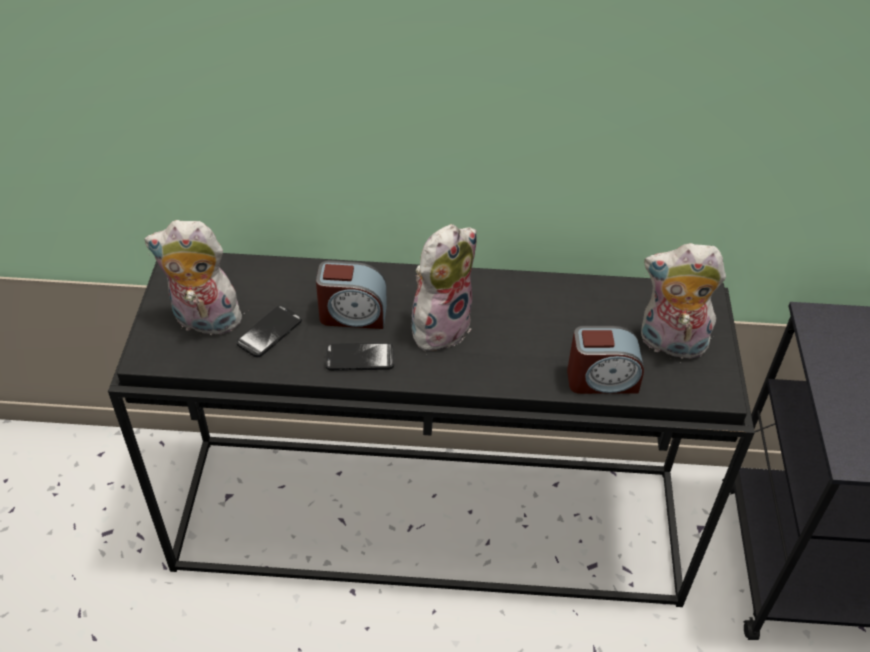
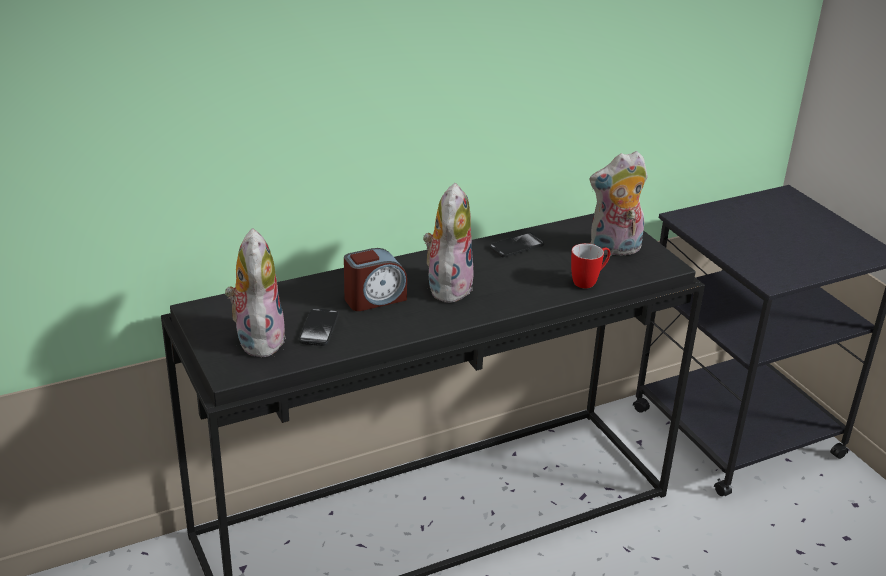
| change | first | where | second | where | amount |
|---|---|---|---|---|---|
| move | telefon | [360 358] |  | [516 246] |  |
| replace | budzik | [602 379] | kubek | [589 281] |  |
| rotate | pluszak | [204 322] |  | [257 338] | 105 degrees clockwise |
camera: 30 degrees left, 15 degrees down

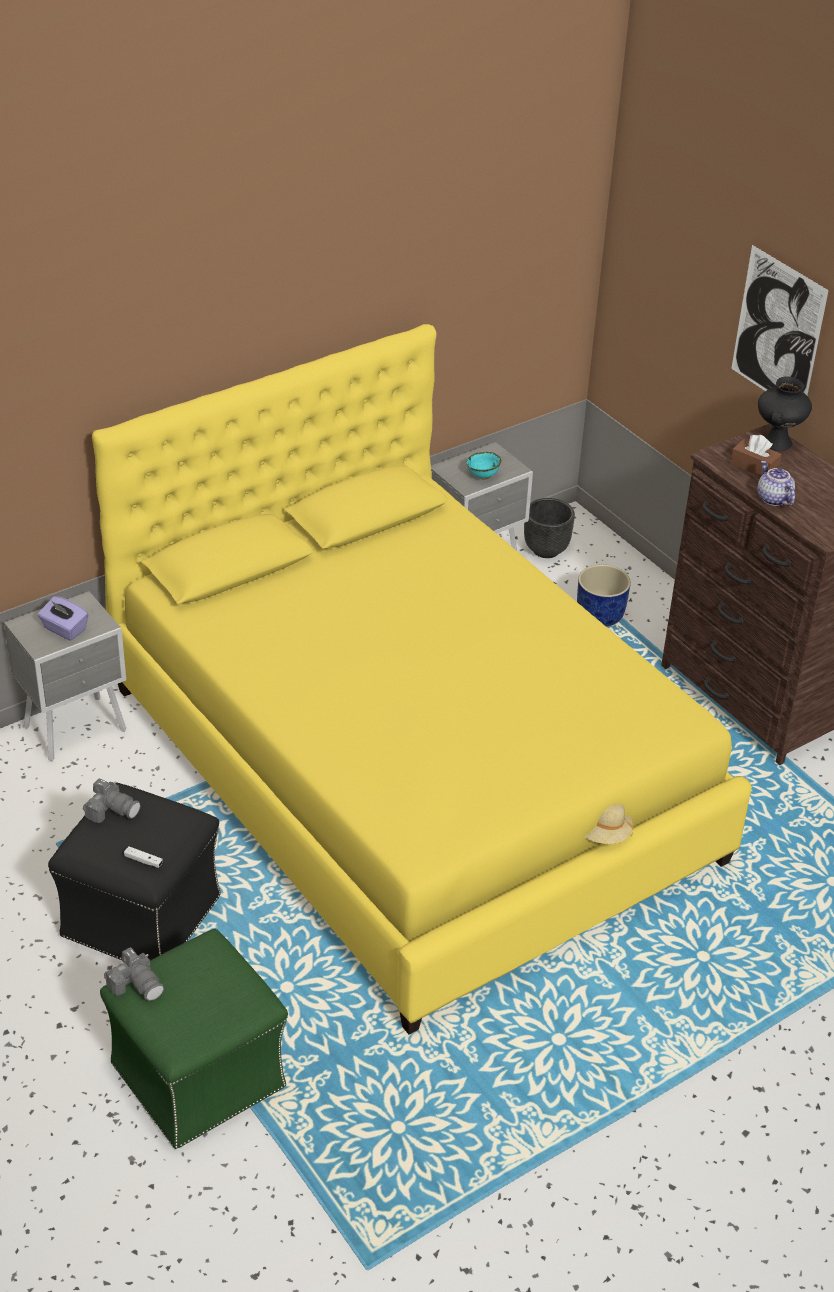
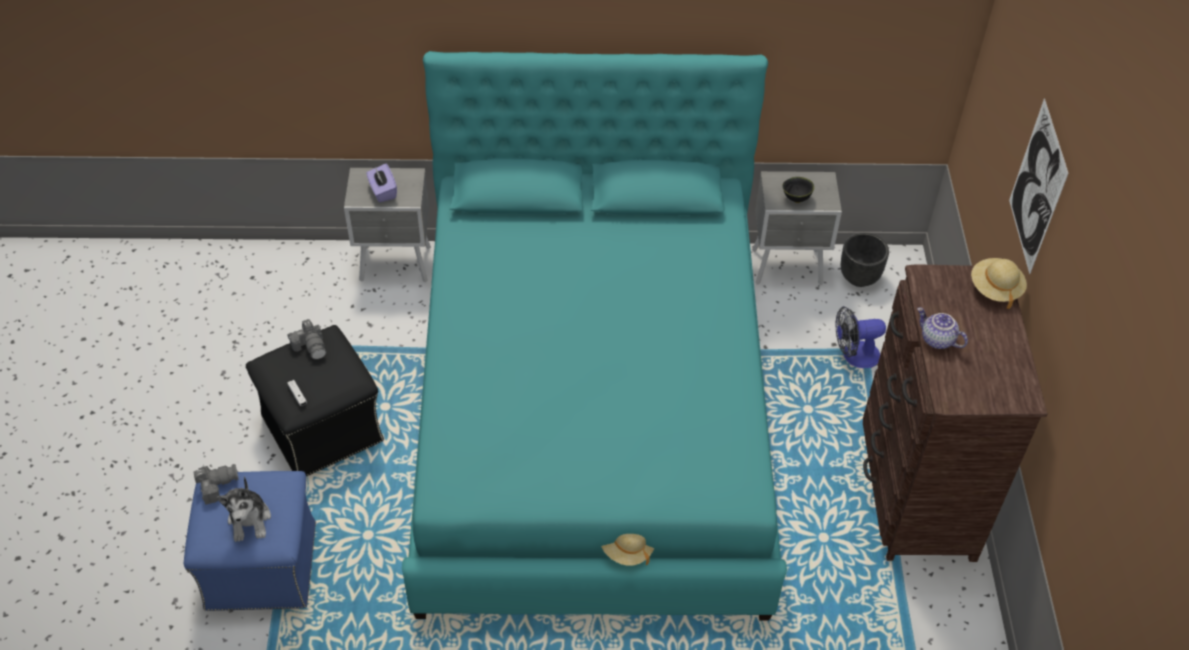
| change | first | where | second | where | amount |
|---|---|---|---|---|---|
| delete | pudełko chusteczek/brązowy | [754 466] |  |  |  |
| insert |  |  | pluszak | [250 520] |  |
| replace | donica/niebieski | [600 615] | wentylator | [854 356] |  |
| replace | wazon/czarny | [777 443] | kapelusz/beżowy | [995 288] |  |
| recolor | łóżko/żółty | [410 772] | łóżko/turkusowy | [592 414] |  |
| recolor | pufa/zielony | [200 1074] | pufa/niebieski | [263 566] |  |
| recolor | miska/turkusowy | [483 477] | miska/czarny | [796 199] |  |
| rotate | aparat fotograficzny | [137 984] |  | [216 485] | 105 degrees counterclockwise |
| rotate | imbryk | [772 499] |  | [936 340] | 60 degrees counterclockwise |
camera: 35 degrees right, 10 degrees up

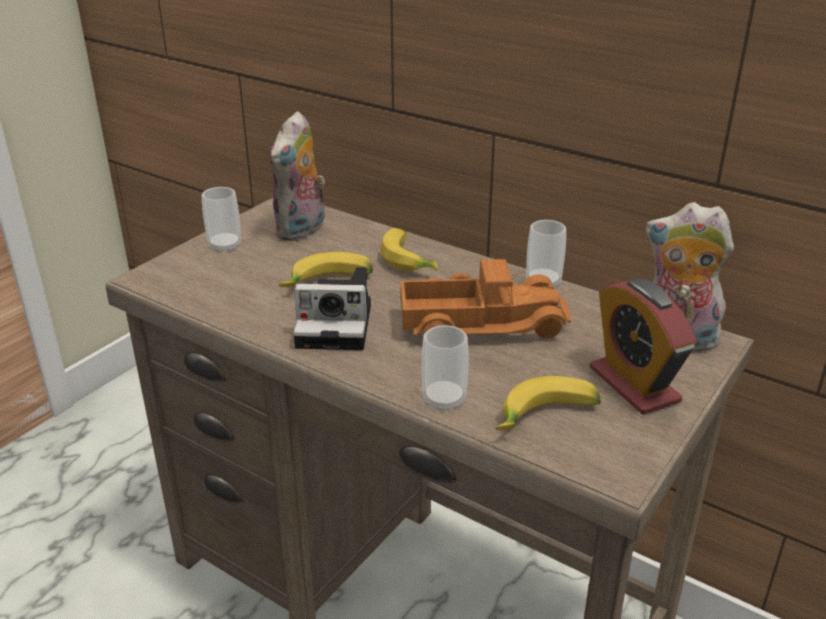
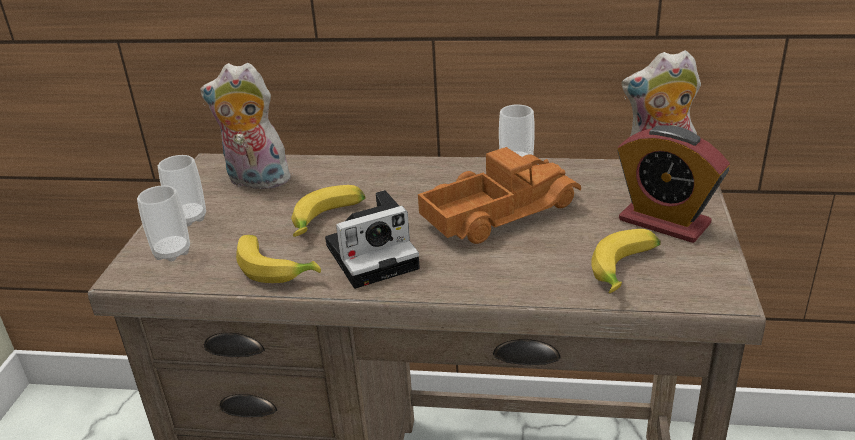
| change | first | where | second | where | amount |
|---|---|---|---|---|---|
| move | banan | [410 260] |  | [277 267] |  |
| move | filiżanka | [444 400] |  | [172 252] |  |
| rotate | pluszak | [302 230] |  | [255 181] | 105 degrees clockwise |
camera: 25 degrees left, 0 degrees up

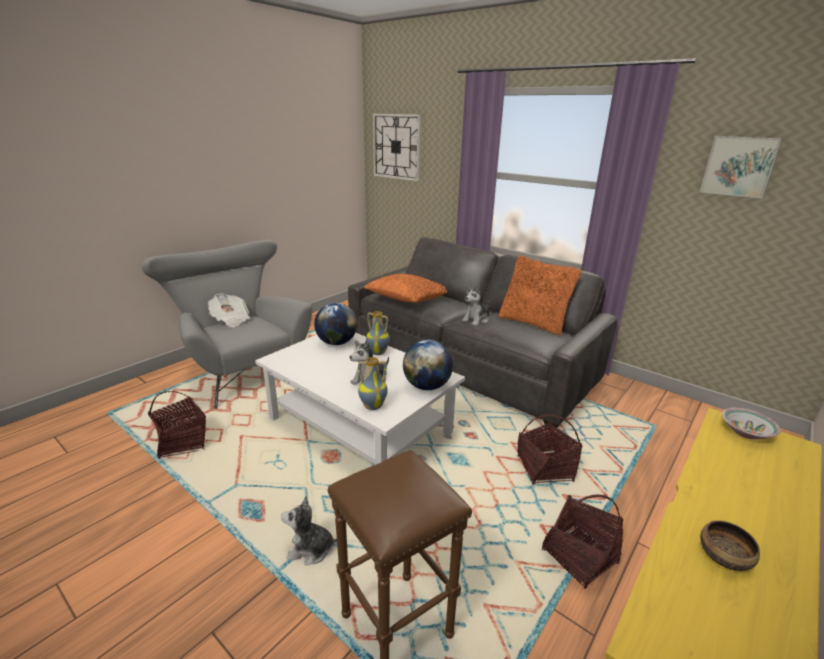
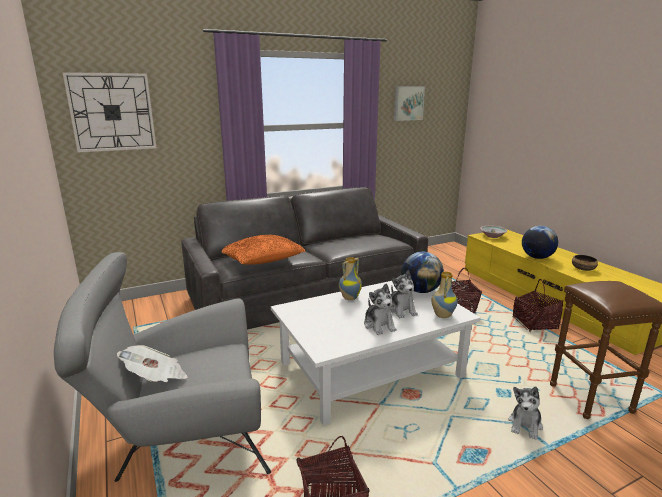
| change | first | where | second | where | amount |
|---|---|---|---|---|---|
| delete | poduszka/pomarańczowy | [534 322] |  |  |  |
| move | globus | [336 343] |  | [537 257] |  |
| move | pluszak | [476 320] |  | [379 325] |  |
camera: 65 degrees left, 5 degrees down

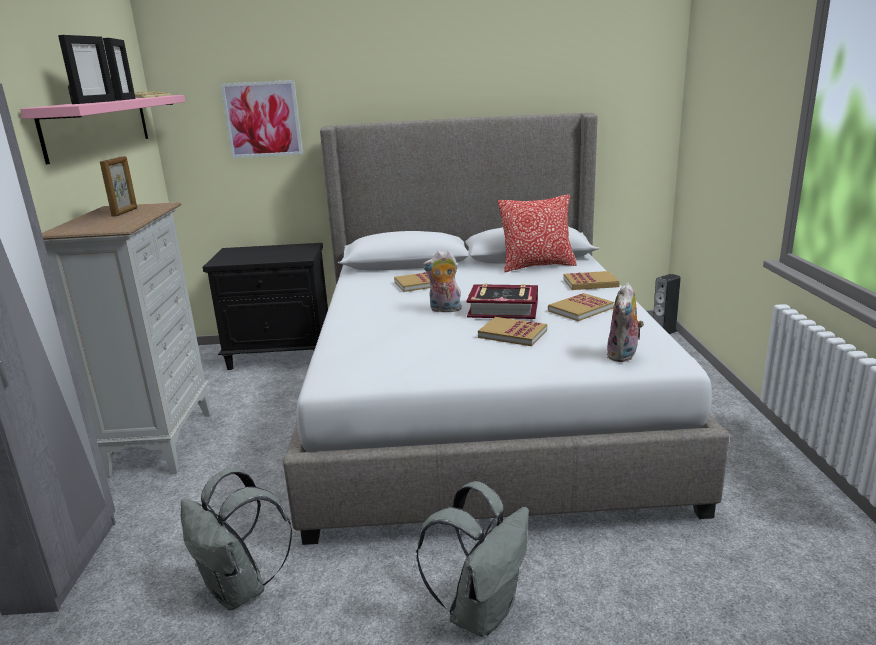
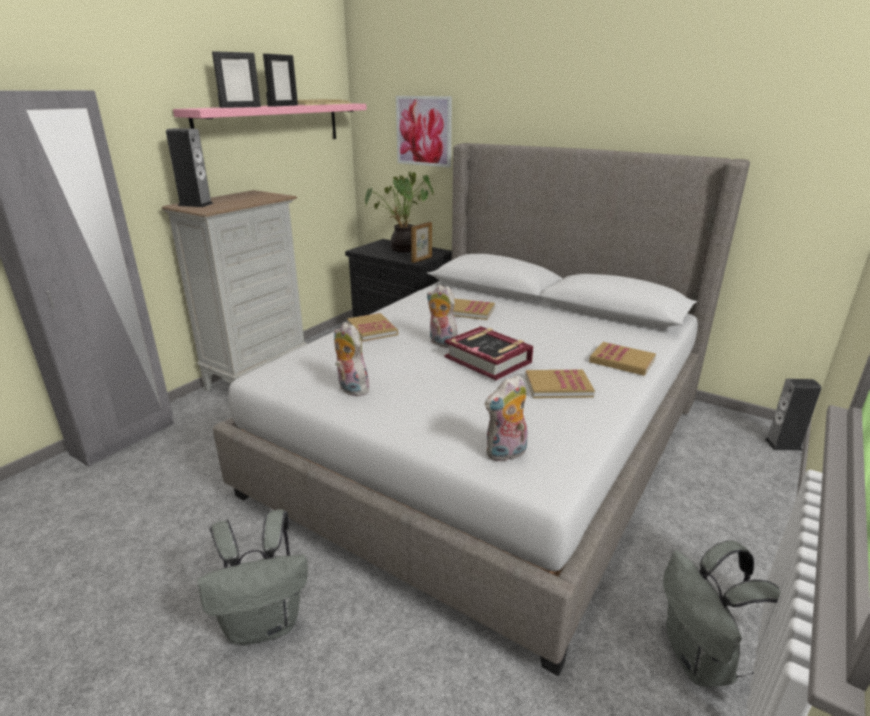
| change | first | where | second | where | amount |
|---|---|---|---|---|---|
| delete | poduszka | [537 266] |  |  |  |
| insert |  |  | głośnik | [195 204] |  |
| insert |  |  | pluszak | [350 389] |  |
| insert |  |  | roślina doniczkowa | [402 249] |  |
| move | ramka na zdjęcie | [125 212] |  | [422 260] |  |
| move | plecak/szary | [240 589] |  | [702 661] |  |
| move | książka | [512 334] |  | [372 329] |  |
camera: 35 degrees right, 5 degrees up

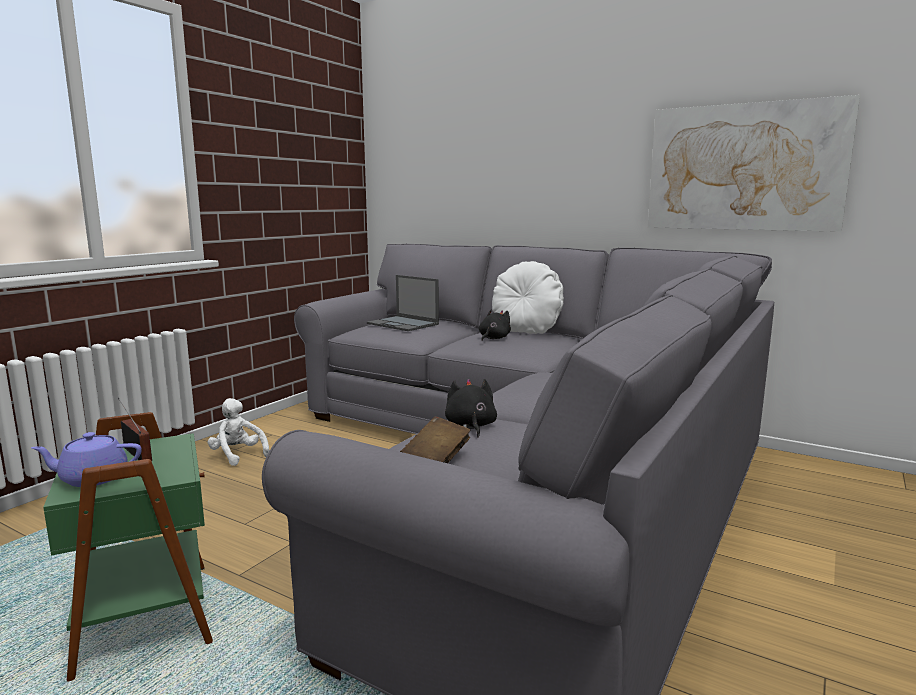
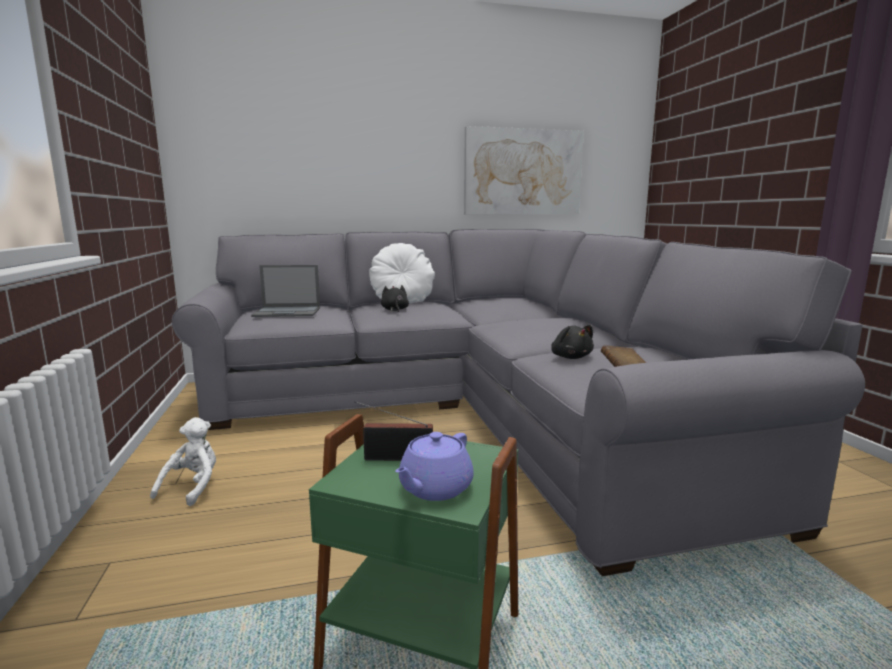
| change | first | where | second | where | amount |
|---|---|---|---|---|---|
| rotate | pluszak/biały | [238 455] |  | [193 487] | 105 degrees clockwise |
| rotate | pluszak/czarny | [470 427] |  | [570 357] | 150 degrees counterclockwise |
camera: 45 degrees left, 0 degrees up

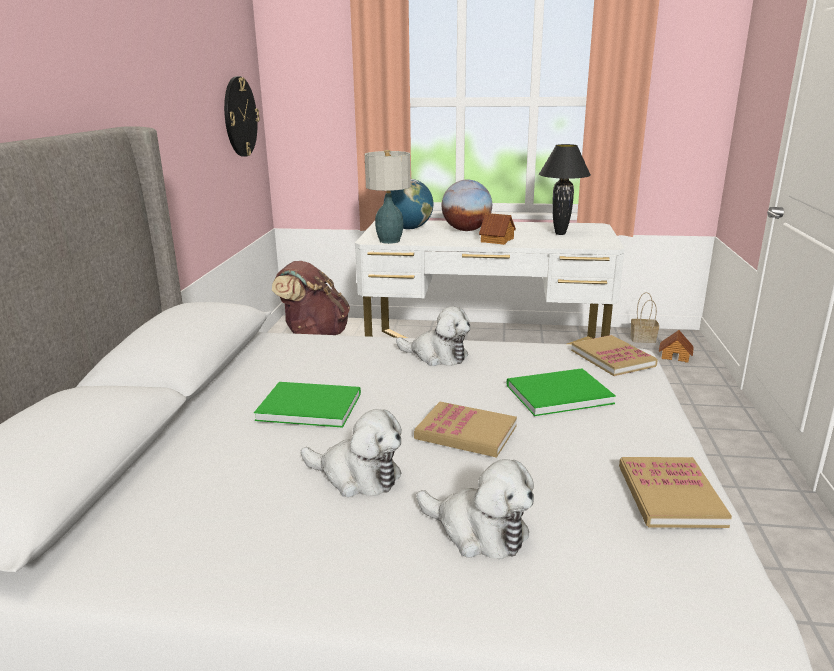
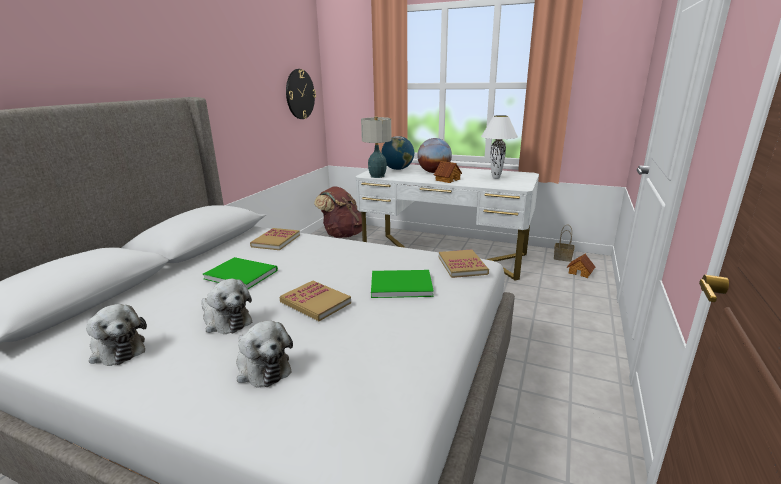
| change | first | where | second | where | amount |
|---|---|---|---|---|---|
| move | pluszak | [437 356] |  | [117 349] |  |
| move | książka | [670 495] |  | [276 241] |  |
| recolor | lampa stołowa/czarny | [560 234] | lampa stołowa/biały | [495 178] |  |
camera: 15 degrees right, 0 degrees up

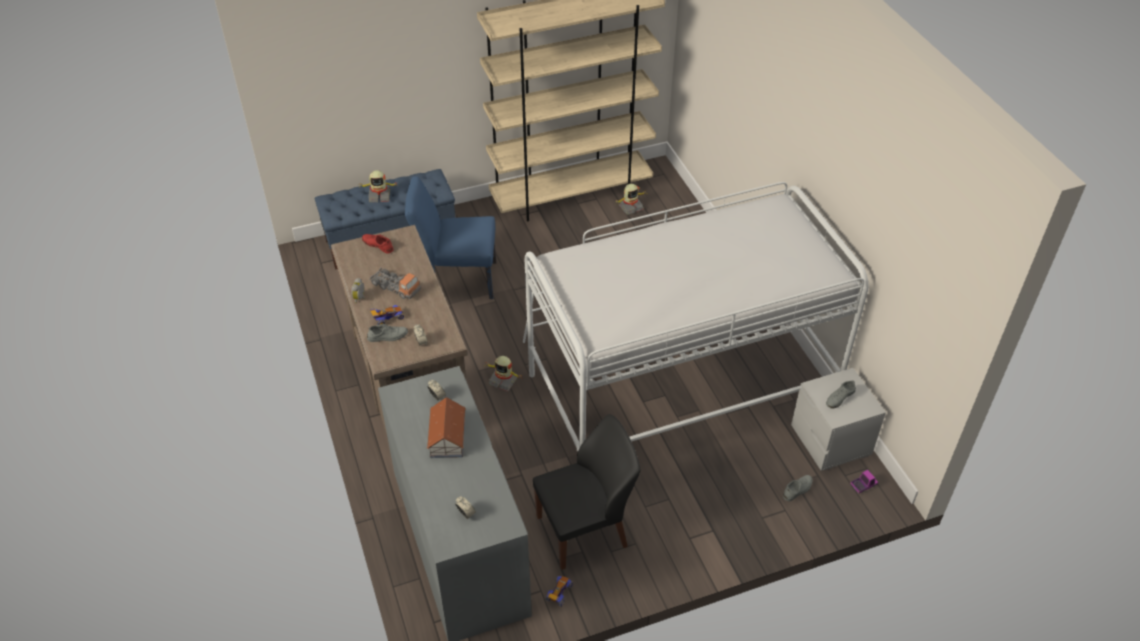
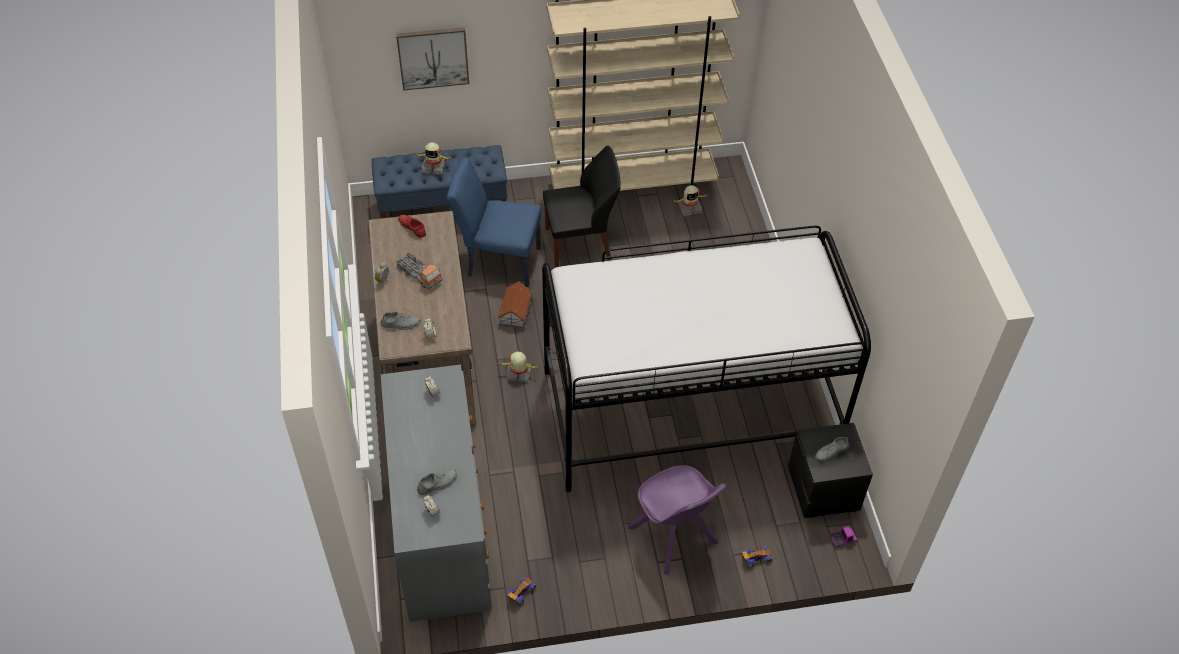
| change | first | where | second | where | amount |
|---|---|---|---|---|---|
| insert |  |  | obraz | [433 57] |  |
| insert |  |  | krzesło/fioletowy | [674 536] |  |
| move | samochodzik | [387 319] |  | [755 559] |  |
| move | domek | [447 438] |  | [515 312] |  |
| move | krzesło/czarny | [584 531] |  | [580 243] |  |
| move | but/szary | [797 489] |  | [437 483] |  |
| recolor | łóżko/biały | [676 389] | łóżko/czarny | [684 410] |  |
| recolor | szafka nocna/biały | [832 440] | szafka nocna/czarny | [824 489] |  |
| rotate | robot zabawkowy | [503 380] |  | [519 373] | 150 degrees clockwise |
camera: 10 degrees right, 5 degrees up

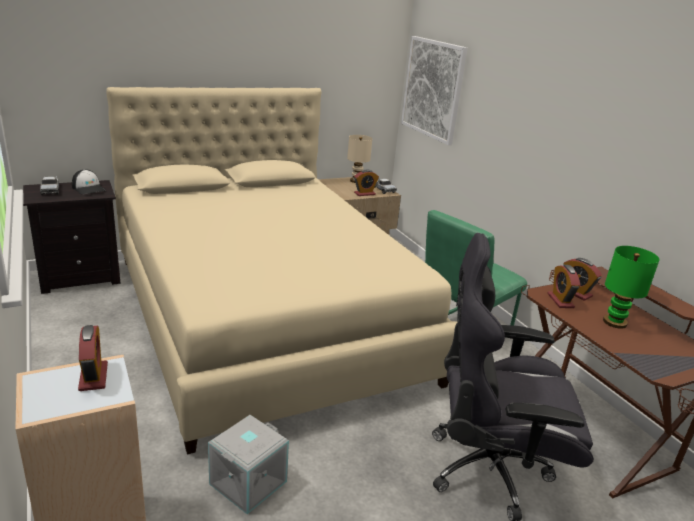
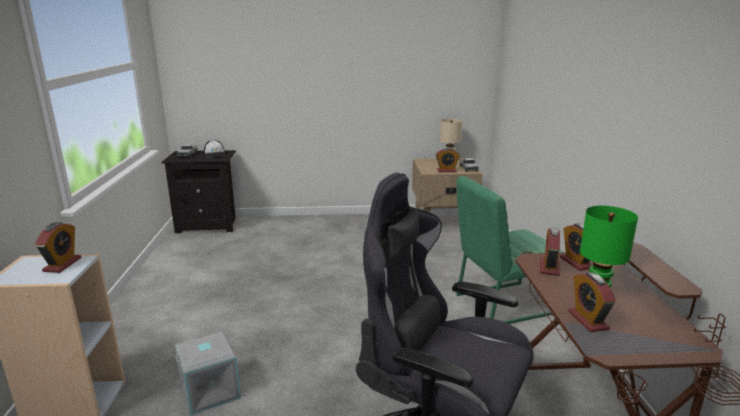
| change | first | where | second | where | amount |
|---|---|---|---|---|---|
| delete | łóżko/beżowy | [264 316] |  |  |  |
| delete | obraz | [433 89] |  |  |  |
| insert |  |  | budzik | [588 320] |  |
camera: 25 degrees right, 5 degrees down

